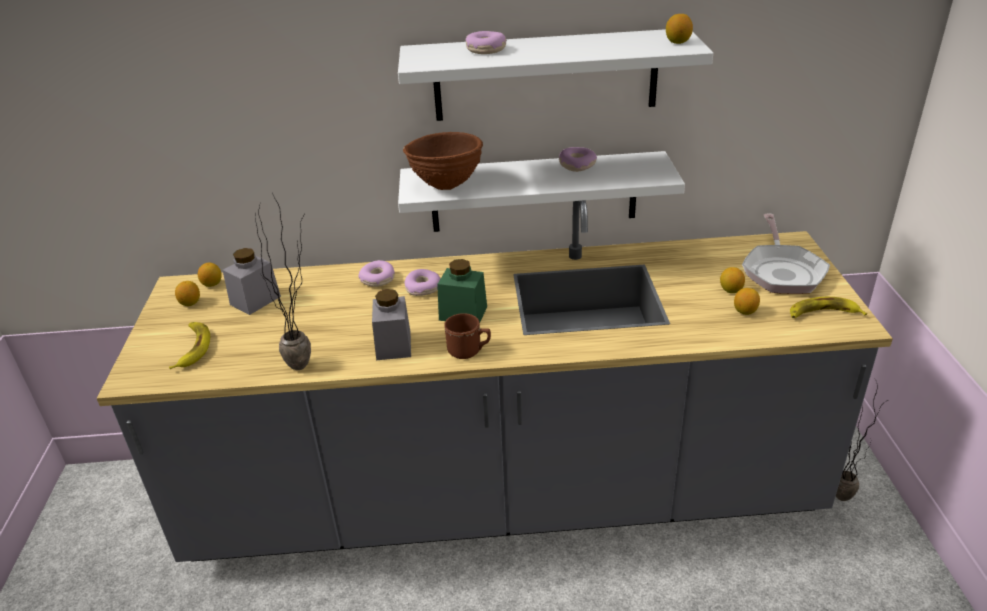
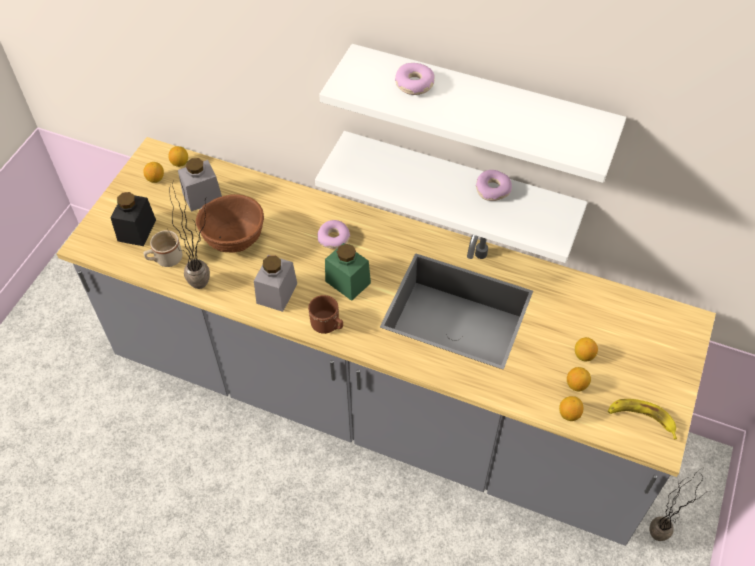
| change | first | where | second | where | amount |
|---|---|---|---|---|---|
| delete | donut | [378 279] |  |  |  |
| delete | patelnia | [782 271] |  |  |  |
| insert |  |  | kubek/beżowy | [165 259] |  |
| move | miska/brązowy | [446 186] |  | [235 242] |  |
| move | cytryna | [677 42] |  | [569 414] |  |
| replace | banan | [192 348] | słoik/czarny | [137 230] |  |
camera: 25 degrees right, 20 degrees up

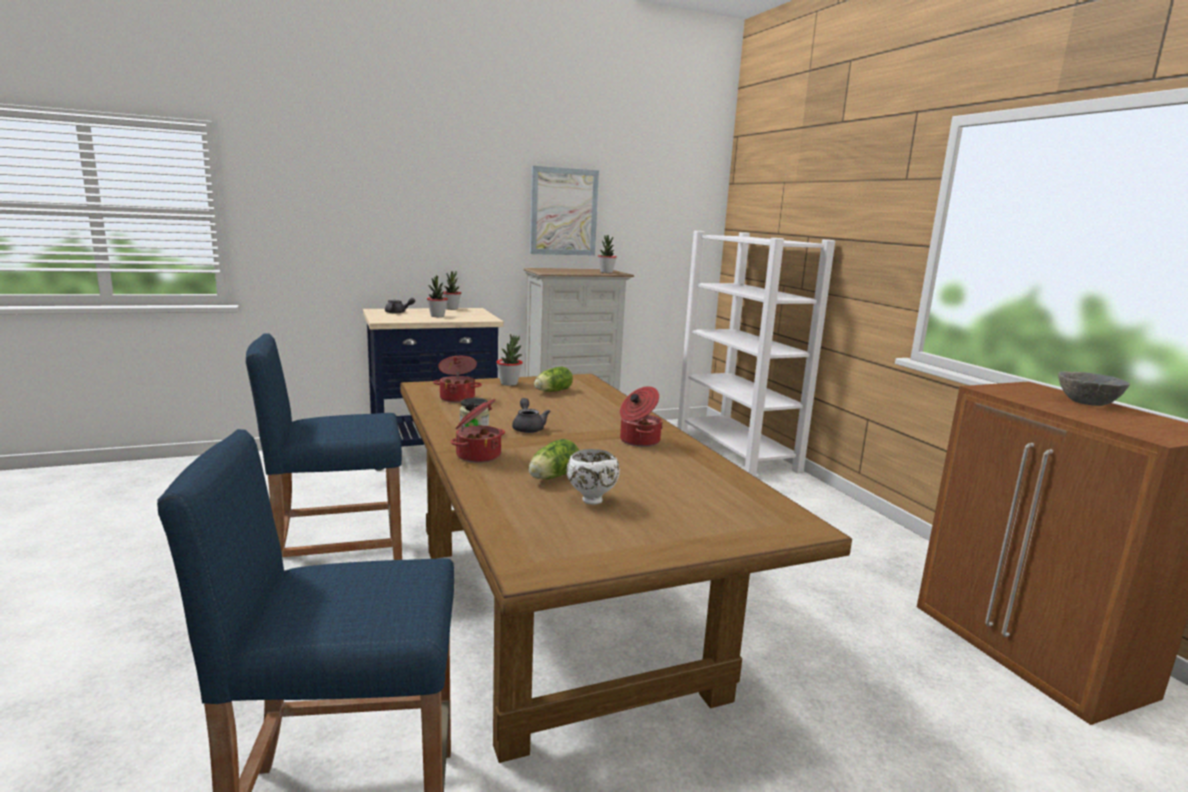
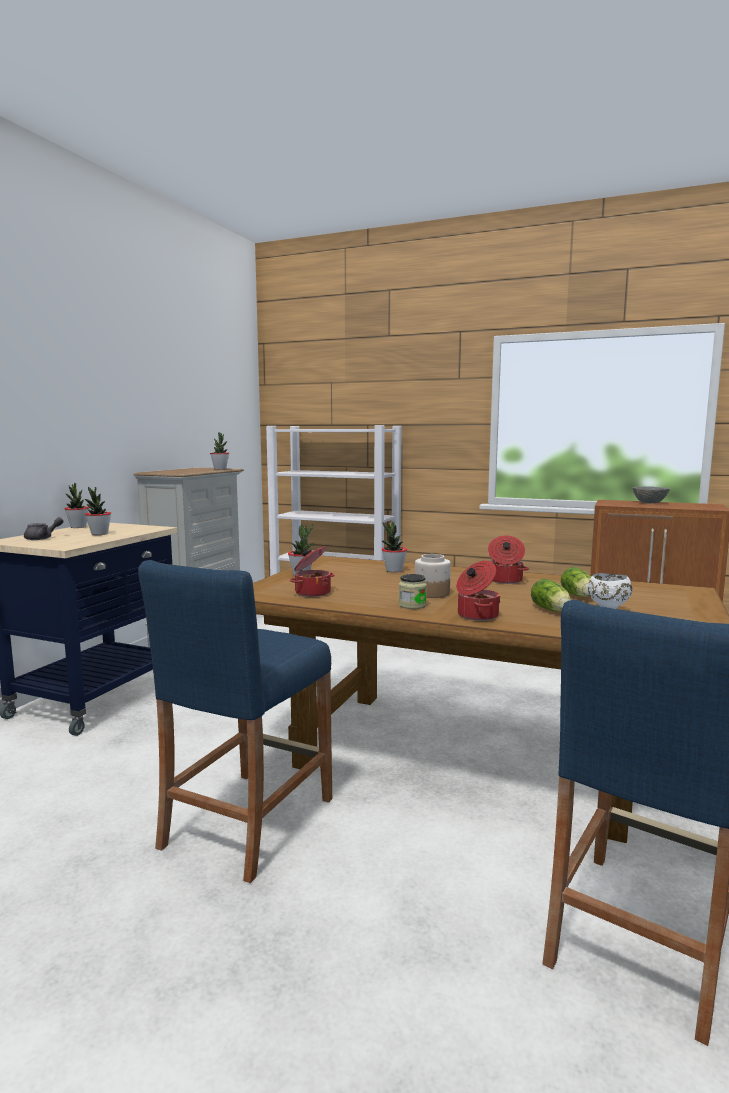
| change | first | where | second | where | amount |
|---|---|---|---|---|---|
| delete | obraz | [563 212] |  |  |  |
| insert |  |  | roślina doniczkowa | [394 570] |  |
| move | sałata | [551 391] |  | [578 596] |  |
| replace | imbryk/szary | [528 428] | słoik | [431 593] |  |
camera: 45 degrees left, 5 degrees down

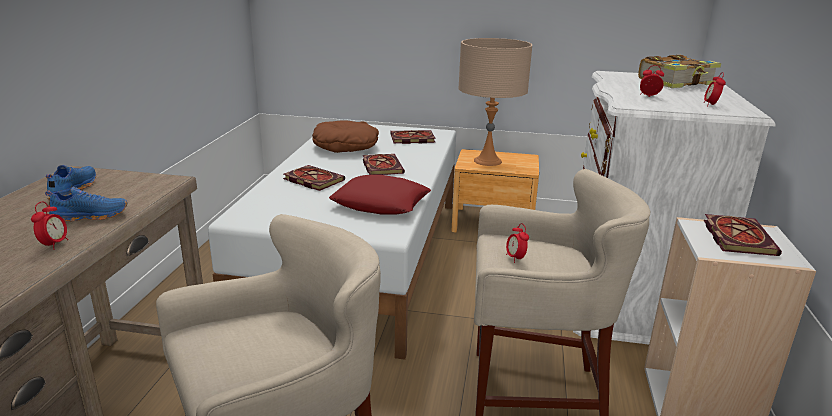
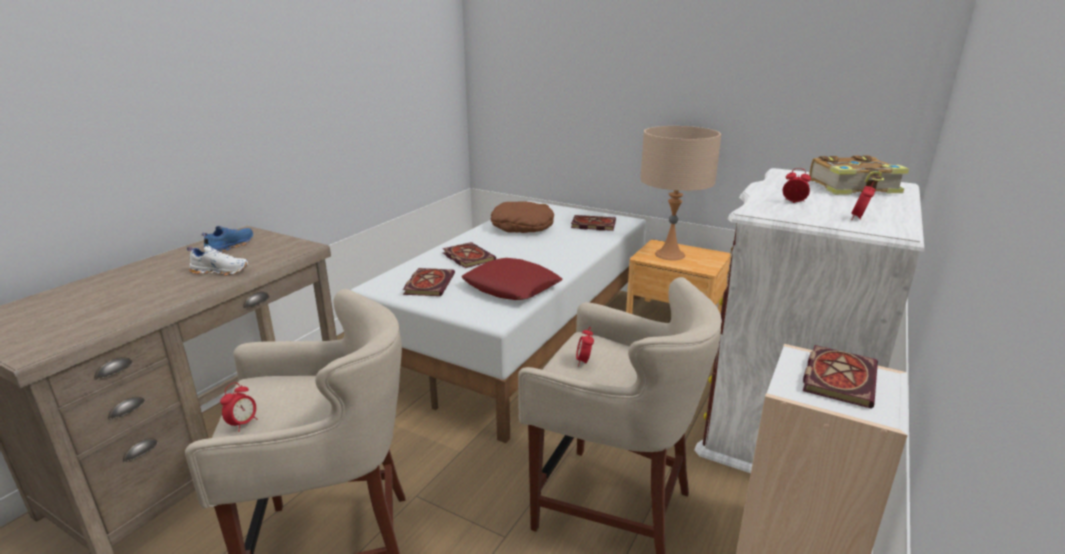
| change | first | where | second | where | amount |
|---|---|---|---|---|---|
| move | budzik | [54 245] |  | [243 424] |  |
| move | książka | [381 166] |  | [429 284] |  |
| recolor | but/niebieski | [90 216] | but/biały | [221 271] |  |
camera: 20 degrees right, 0 degrees up

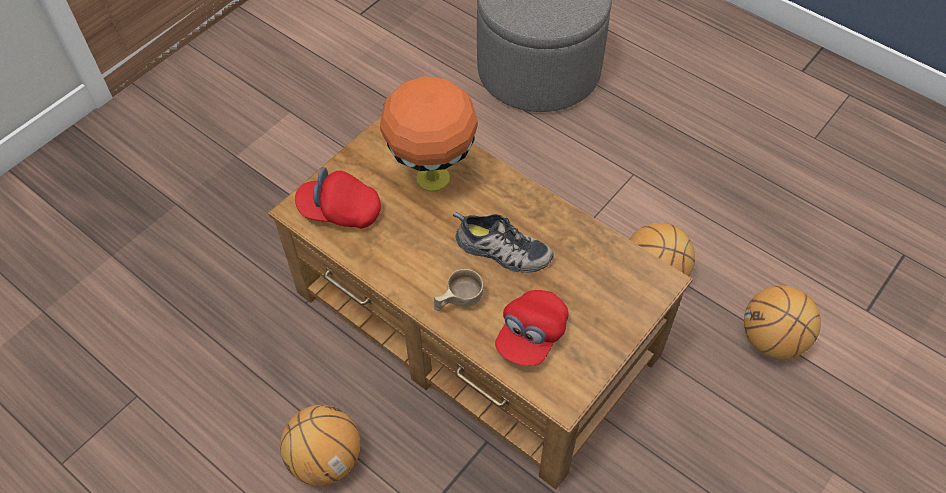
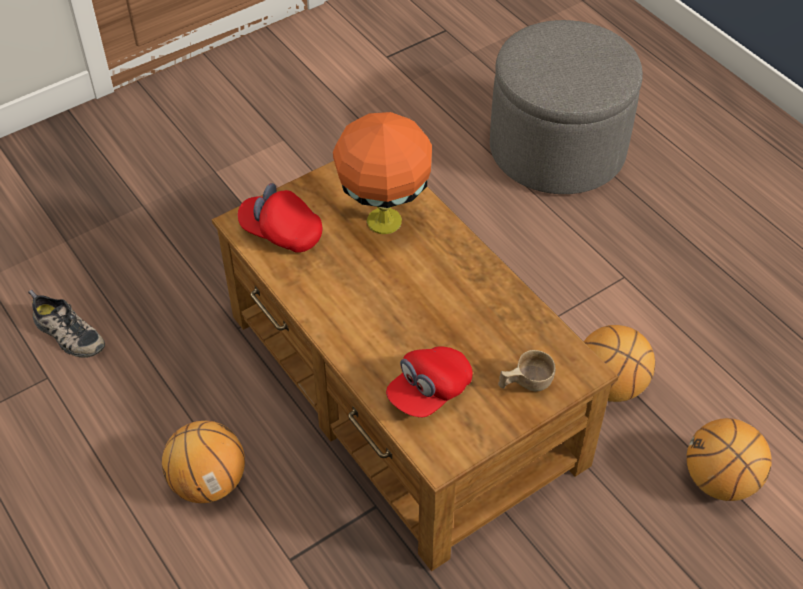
| change | first | where | second | where | amount |
|---|---|---|---|---|---|
| move | filiżanka/beżowy | [458 301] |  | [525 384] |  |
| move | but | [501 251] |  | [67 334] |  |
camera: 15 degrees right, 5 degrees down

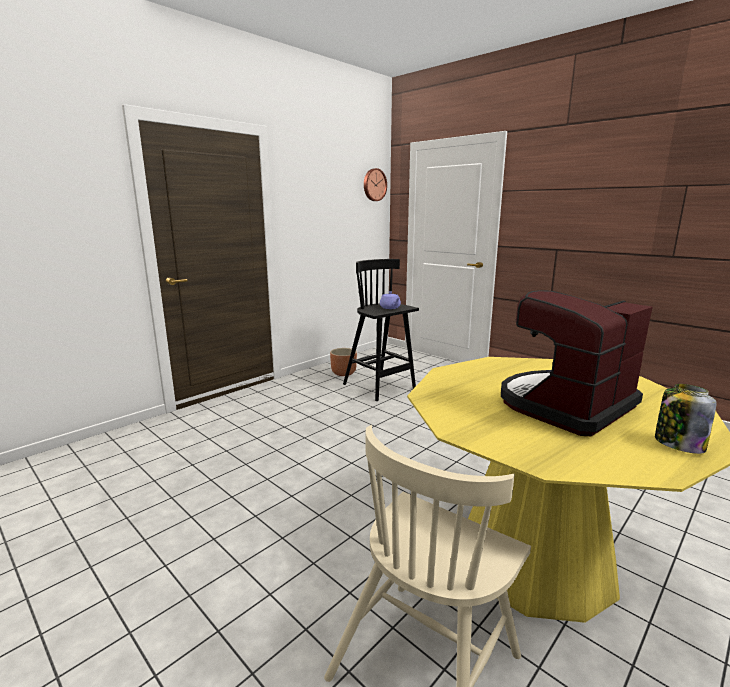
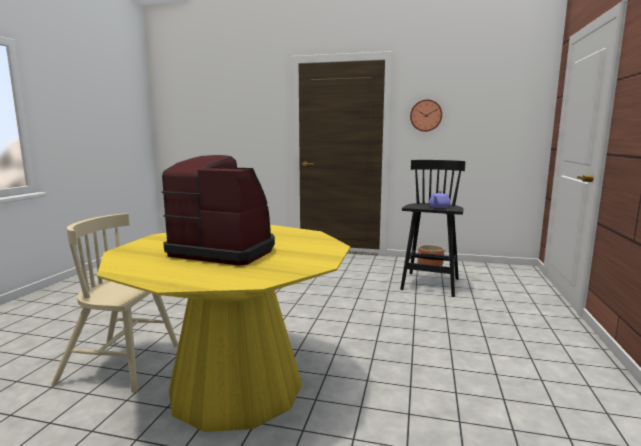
| change | first | where | second | where | amount |
|---|---|---|---|---|---|
| delete | słoik | [678 444] |  |  |  |
| move | zegar ścienny | [374 185] |  | [426 115] |  |
camera: 60 degrees right, 5 degrees down

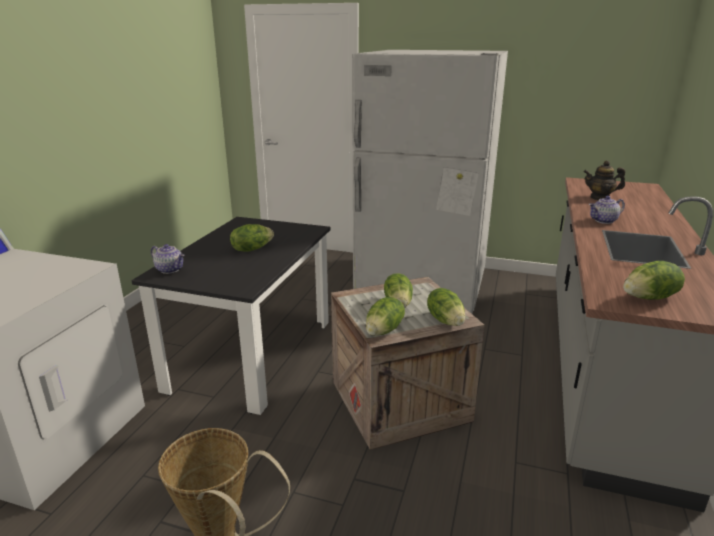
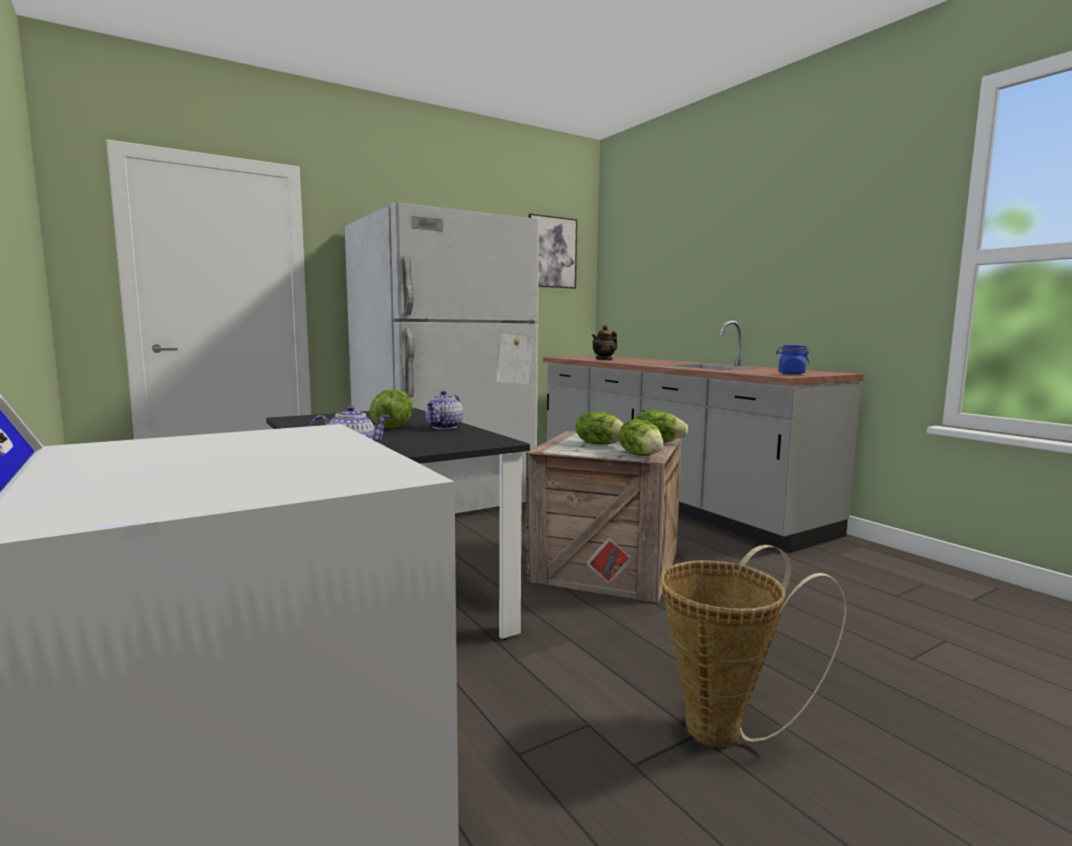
| change | first | where | second | where | amount |
|---|---|---|---|---|---|
| insert |  |  | obraz | [552 252] |  |
| move | imbryk | [604 221] |  | [445 427] |  |
| replace | sałata | [650 298] | słoik/niebieski | [791 373] |  |
camera: 50 degrees left, 15 degrees down

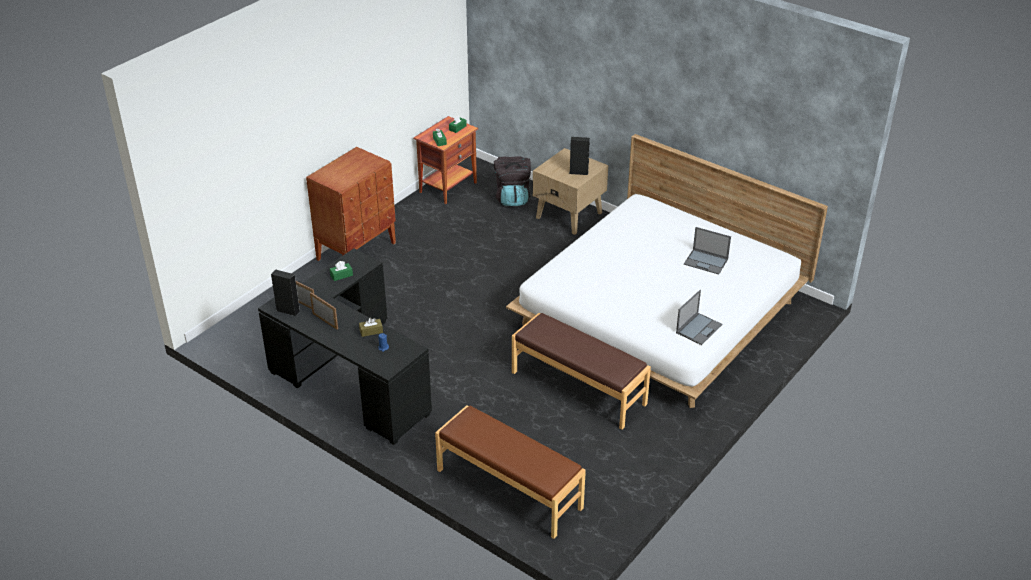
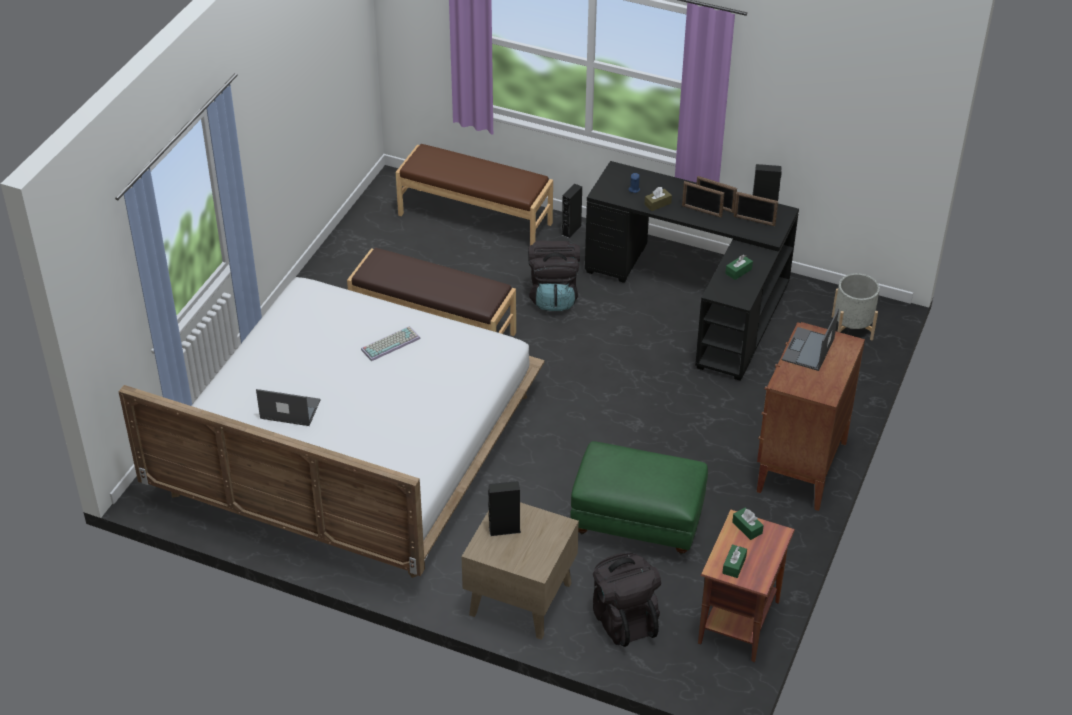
| change | first | where | second | where | amount |
|---|---|---|---|---|---|
| insert |  |  | klawiatura | [390 343] |  |
| insert |  |  | plecak/czarny | [553 296] |  |
| insert |  |  | głośnik/czarny | [571 230] |  |
| insert |  |  | pufa/zielony | [636 524] |  |
| insert |  |  | ramka na zdjęcie | [701 211] |  |
| insert |  |  | donica/szary | [852 328] |  |
| move | laptop | [699 328] |  | [808 350] |  |
camera: 165 degrees right, 5 degrees up

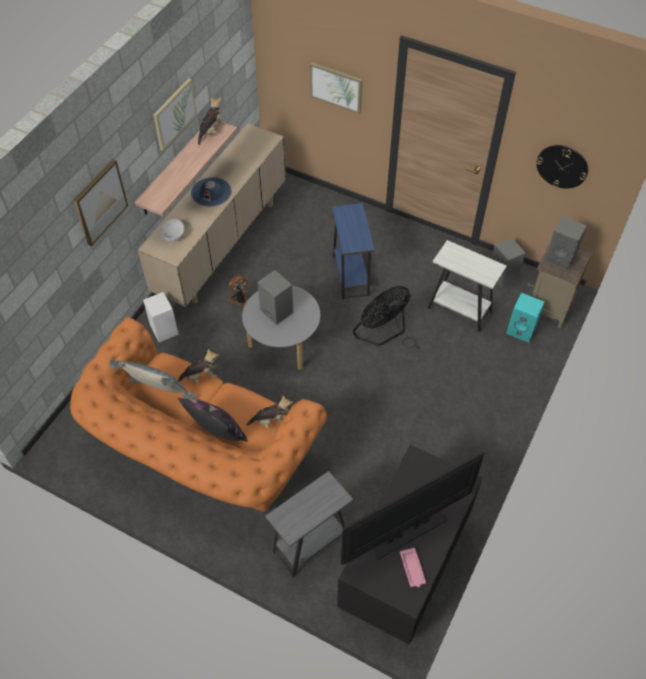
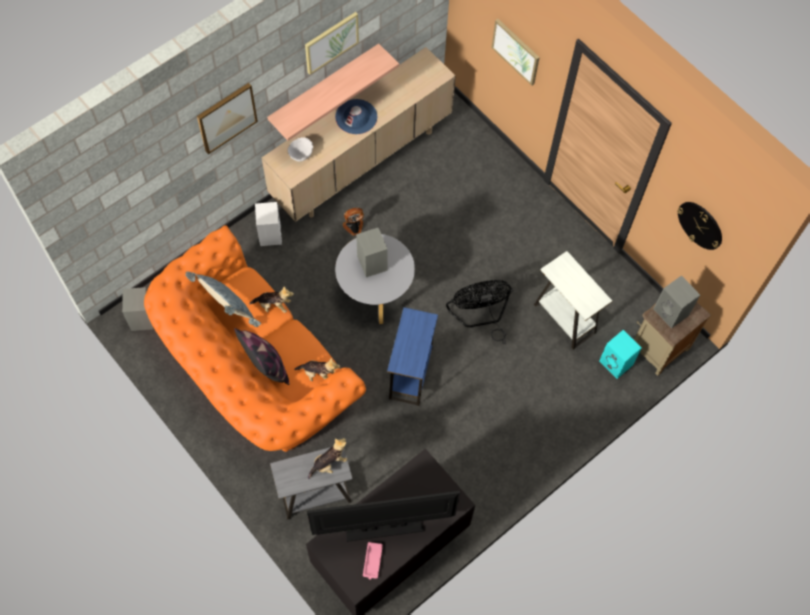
| change | first | where | second | where | amount |
|---|---|---|---|---|---|
| move | pluszak | [211 131] |  | [329 463] |  |
| move | stolik/niebieski | [350 275] |  | [411 374] |  |
| move | głośnik/szary | [504 275] |  | [143 319] |  |
camera: 20 degrees right, 10 degrees up

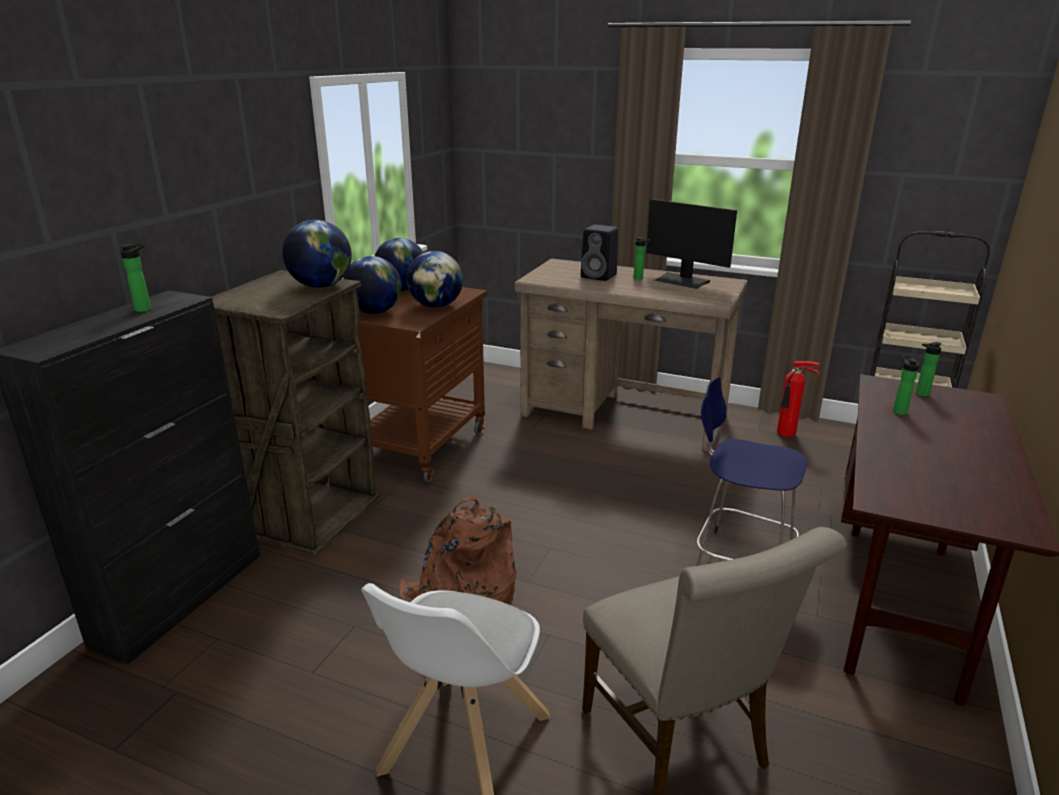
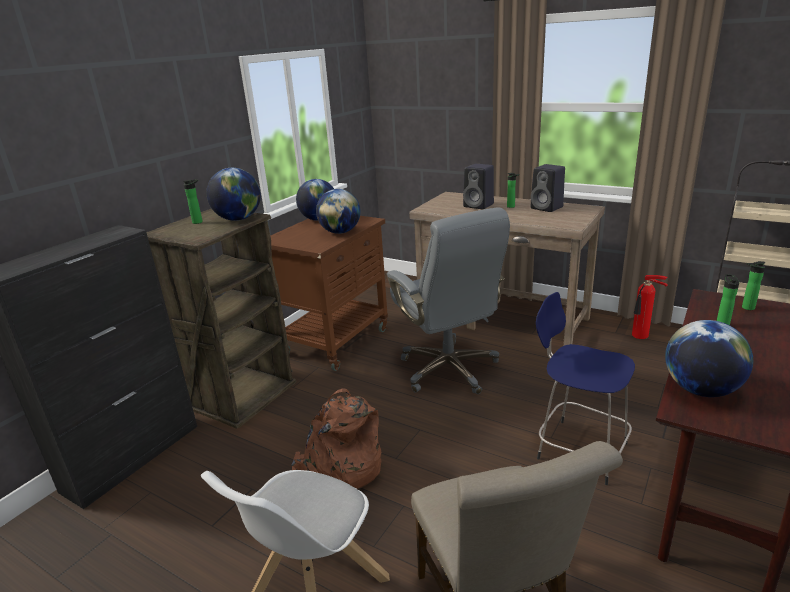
| change | first | where | second | where | amount |
|---|---|---|---|---|---|
| insert |  |  | krzesło biurowe/szary | [447 368] |  |
| move | butelka | [145 309] |  | [199 222] |  |
| move | globus | [374 312] |  | [701 390] |  |
| replace | monitor | [682 280] | głośnik/czarny | [547 208] |  |
camera: 10 degrees right, 0 degrees up

